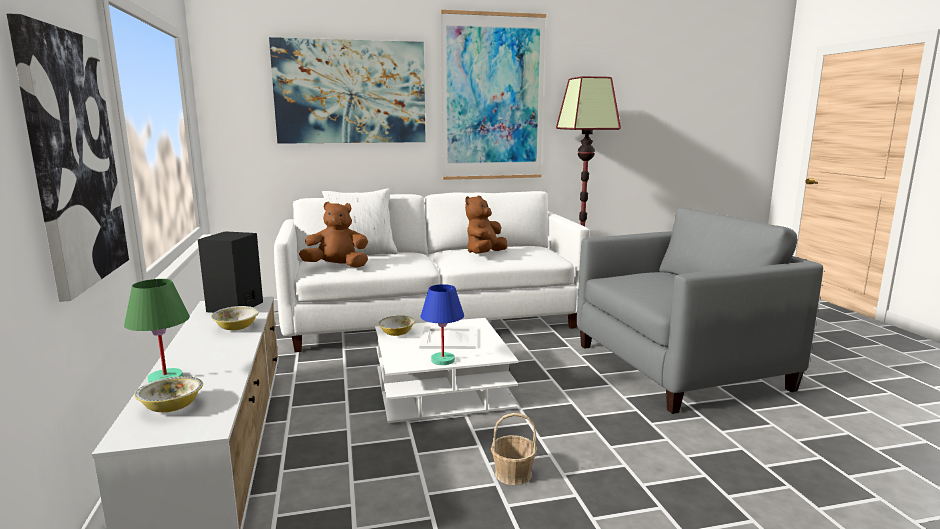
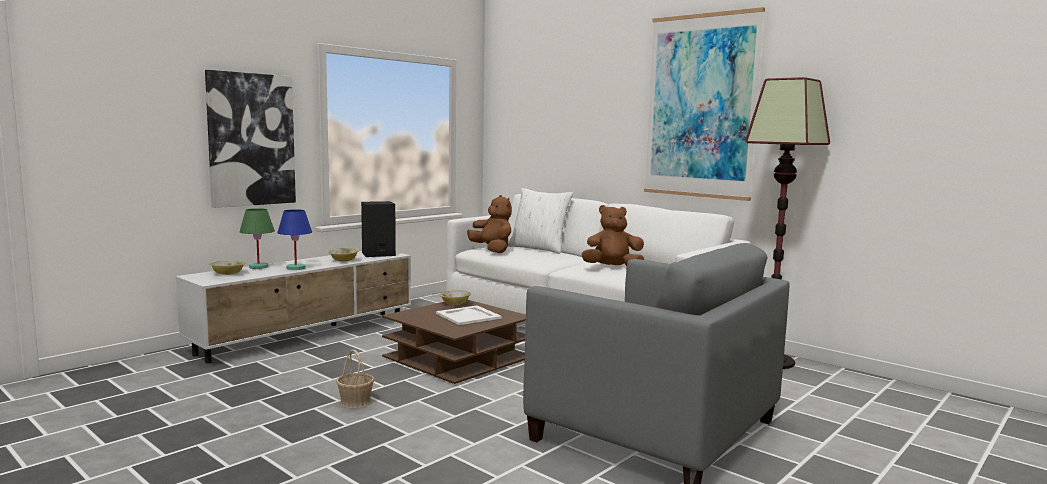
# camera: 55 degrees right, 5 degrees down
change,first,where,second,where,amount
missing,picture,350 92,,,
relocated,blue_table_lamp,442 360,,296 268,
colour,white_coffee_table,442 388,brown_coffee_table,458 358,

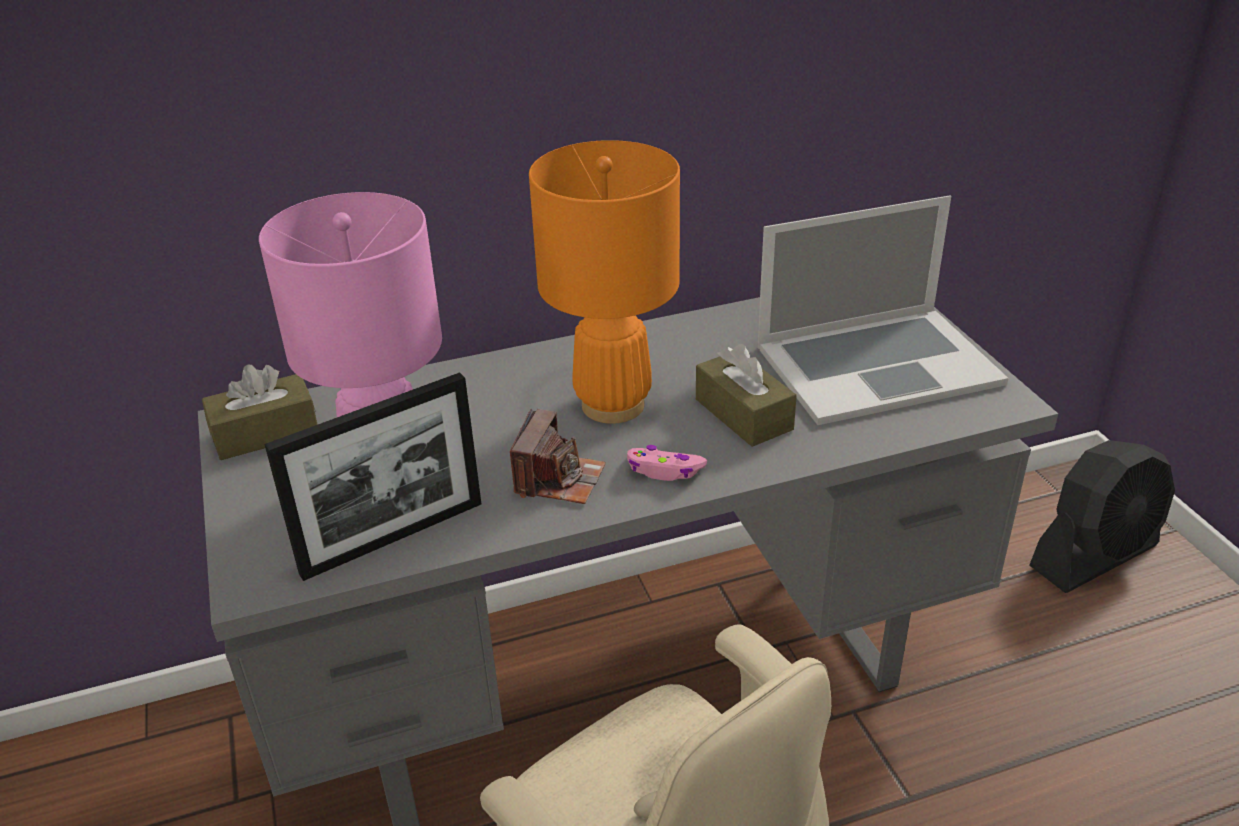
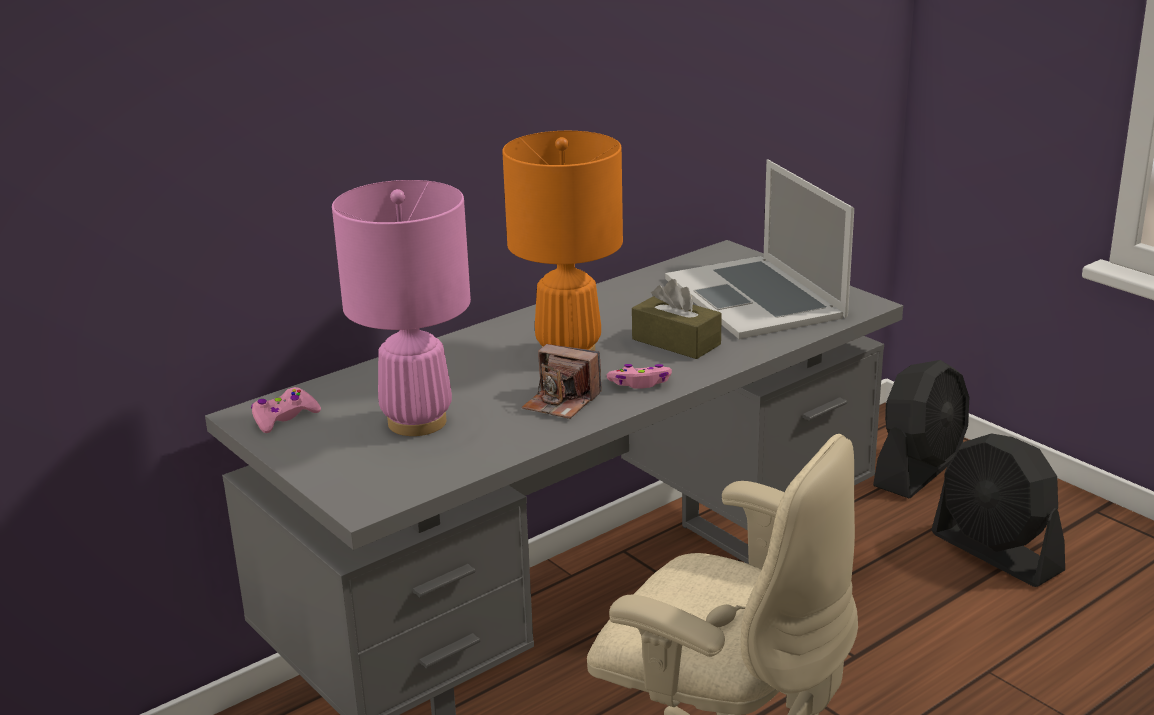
# camera: 20 degrees left, 10 degrees down
change,first,where,second,where,amount
spun,laptop,876 364,,755 297,105 degrees clockwise
exchanged,brown_tissue_box,265 433,pink_game_controller,284 418,
missing,picture_frame,393 538,,,
spun,photo_camera,558 479,,561 402,120 degrees clockwise
appeared,,,black_fan,996 553,

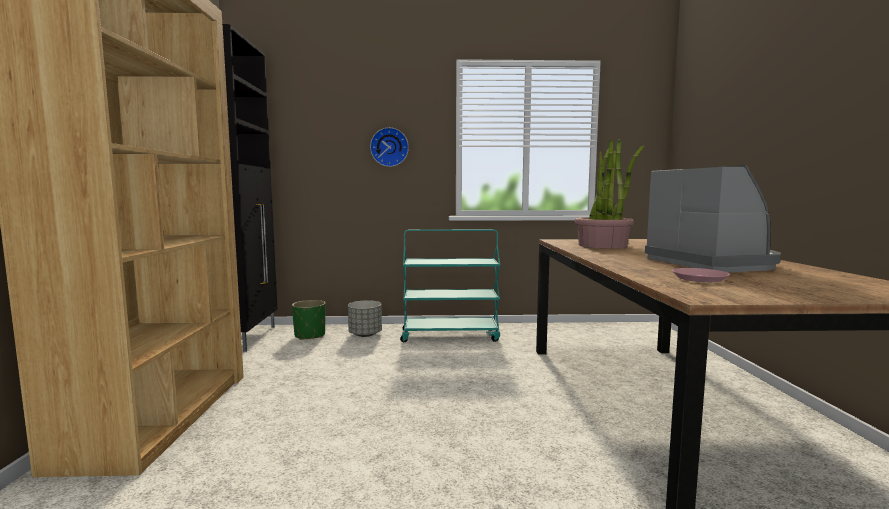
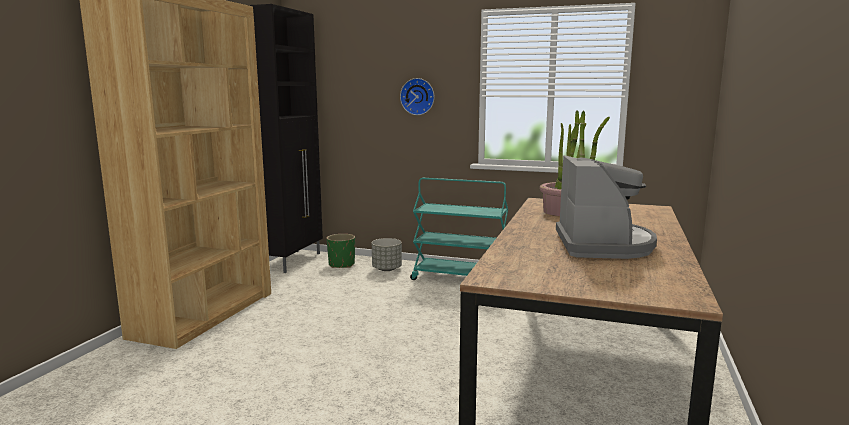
# camera: 20 degrees right, 5 degrees up
change,first,where,second,where,amount
missing,pink_plate,699 278,,,

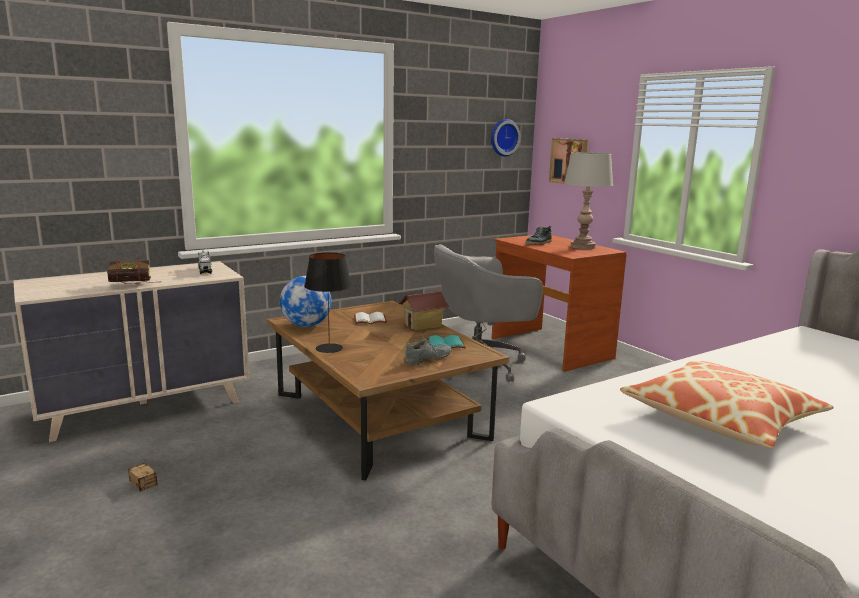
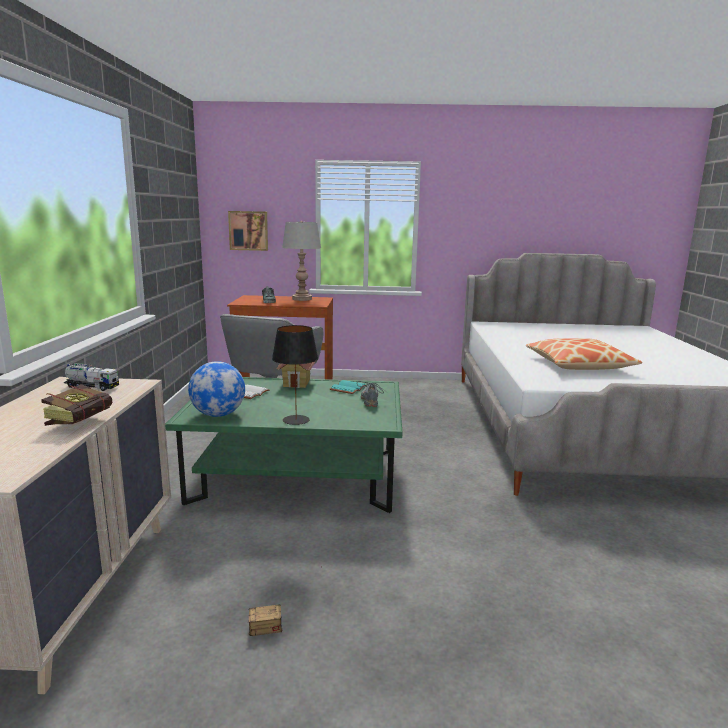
# camera: 55 degrees left, 0 degrees up
change,first,where,second,where,amount
missing,wall_clock,503 137,,,
colour,brown_coffee_table,378 416,green_coffee_table,296 475,

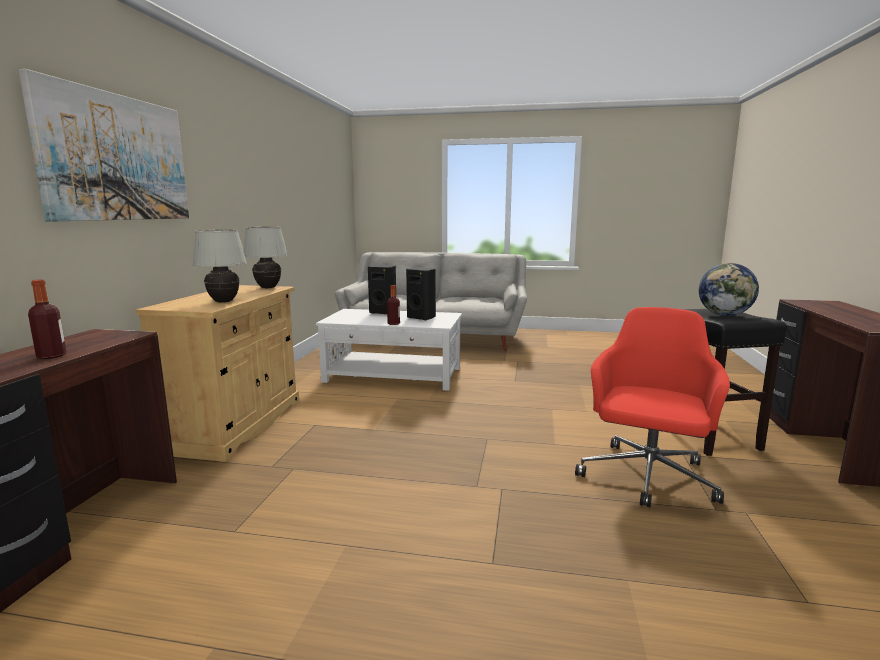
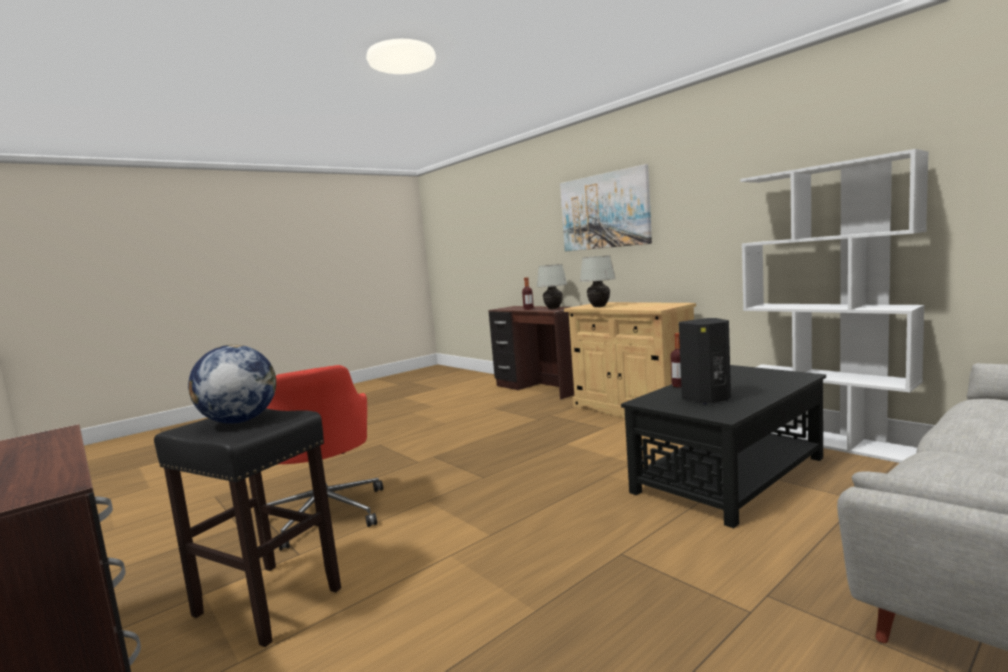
# camera: 130 degrees right, 5 degrees down
change,first,where,second,where,amount
relocated,white_table_lamp,268 288,,553 309,
missing,black_speaker,384 312,,,
colour,white_coffee_table,394 375,black_coffee_table,728 475,
appeared,,,white_bookcase,827 441,

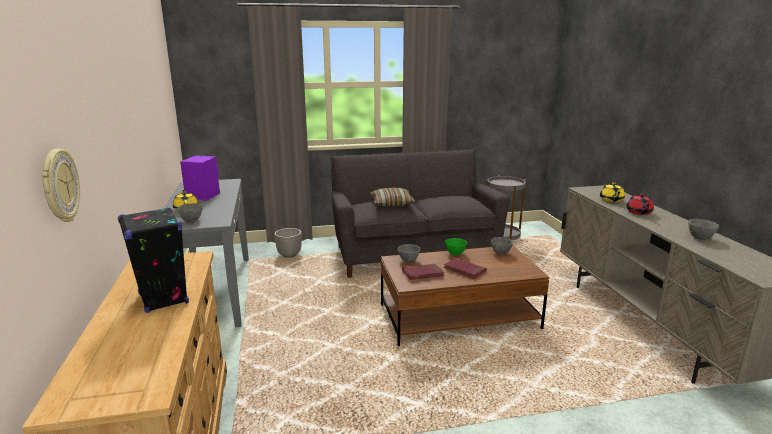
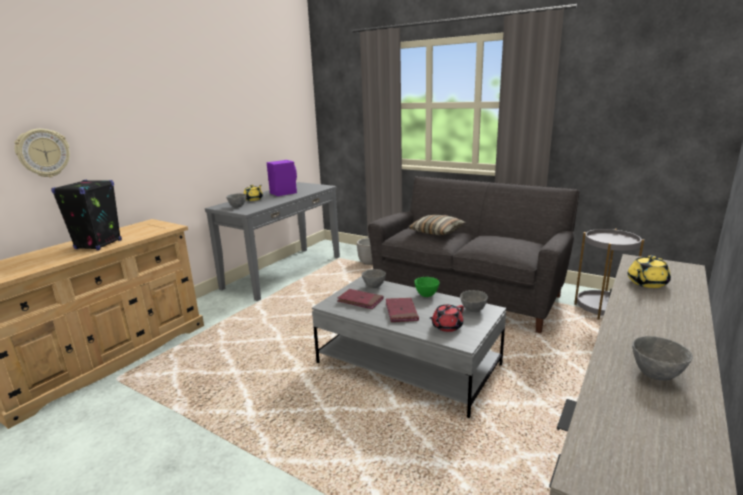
# camera: 45 degrees right, 0 degrees up
change,first,where,second,where,amount
relocated,red_teapot,639 212,,446 326,
colour,brown_coffee_table,458 316,grey_coffee_table,408 364,

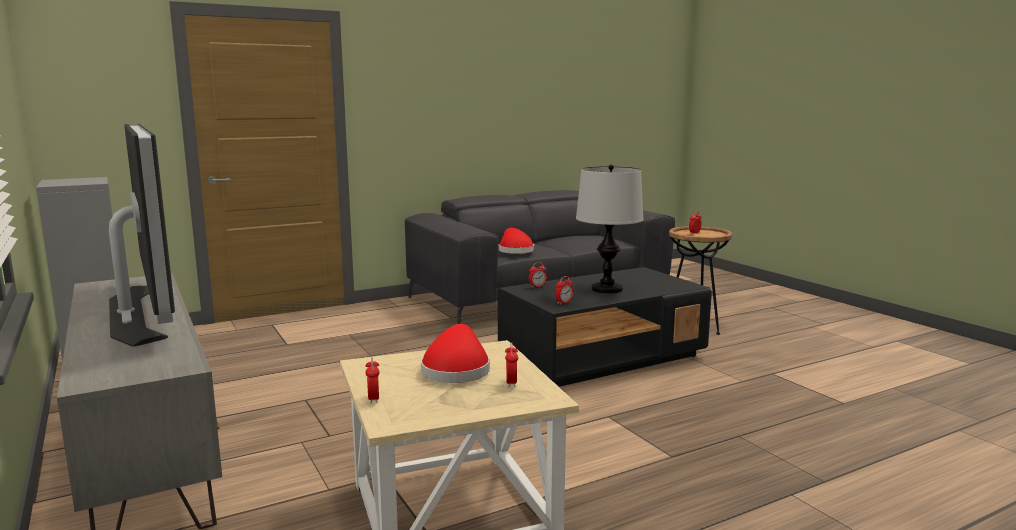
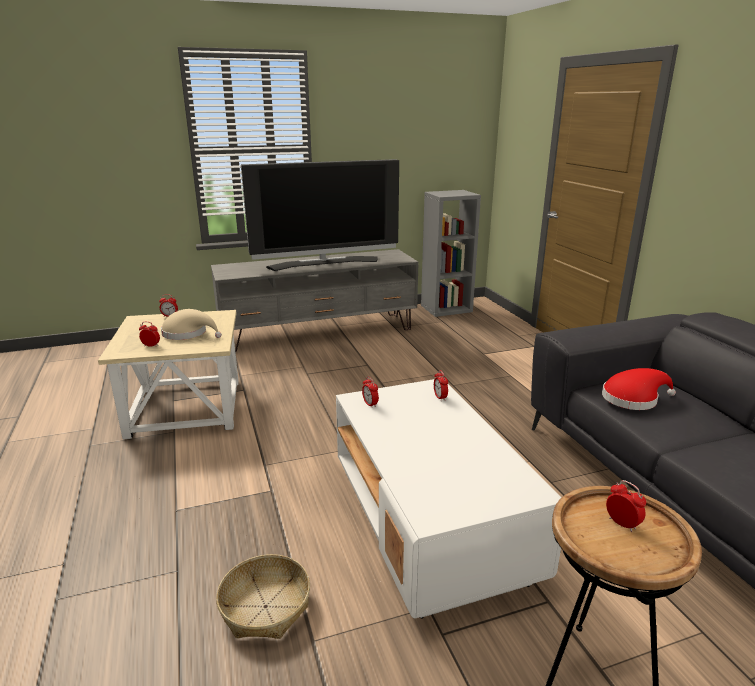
# camera: 100 degrees right, 10 degrees up
change,first,where,second,where,amount
missing,table_lamp,606 289,,,
colour,black_coffee_table,602 357,white_coffee_table,430 519,
colour,red_hat,456 370,beige_hat,188 333,
appeared,,,basket,265 607,

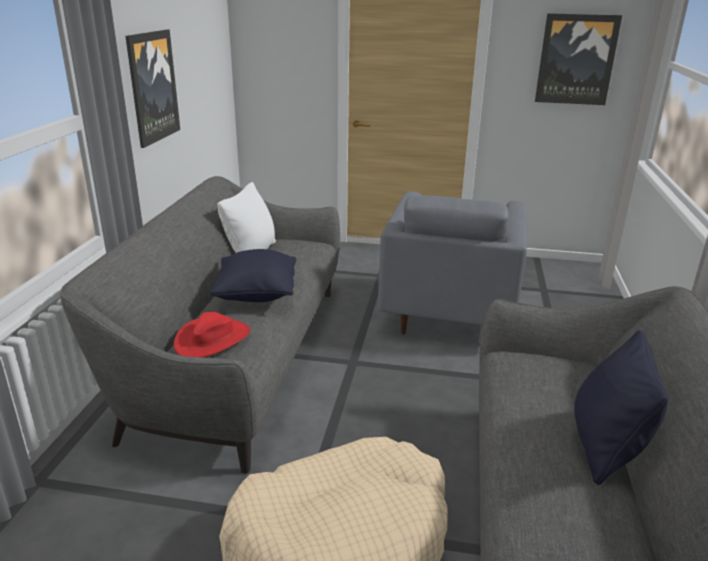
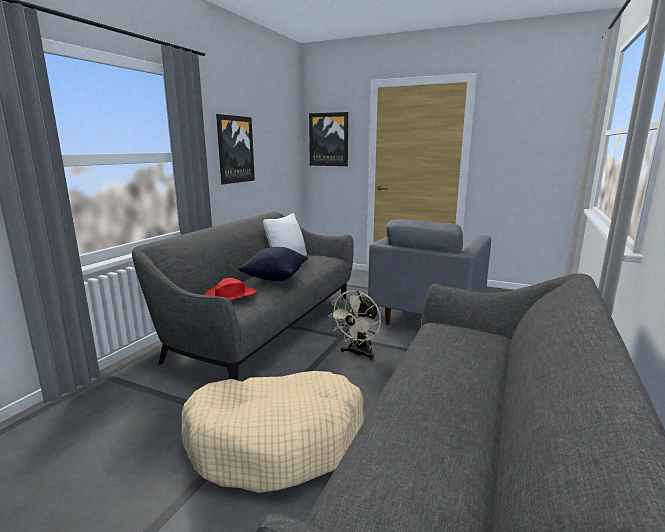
# camera: 15 degrees right, 10 degrees down
change,first,where,second,where,amount
relocated,picture,576 59,,329 139,
missing,black_pillow,606 446,,,
appeared,,,beige_fan,358 354,

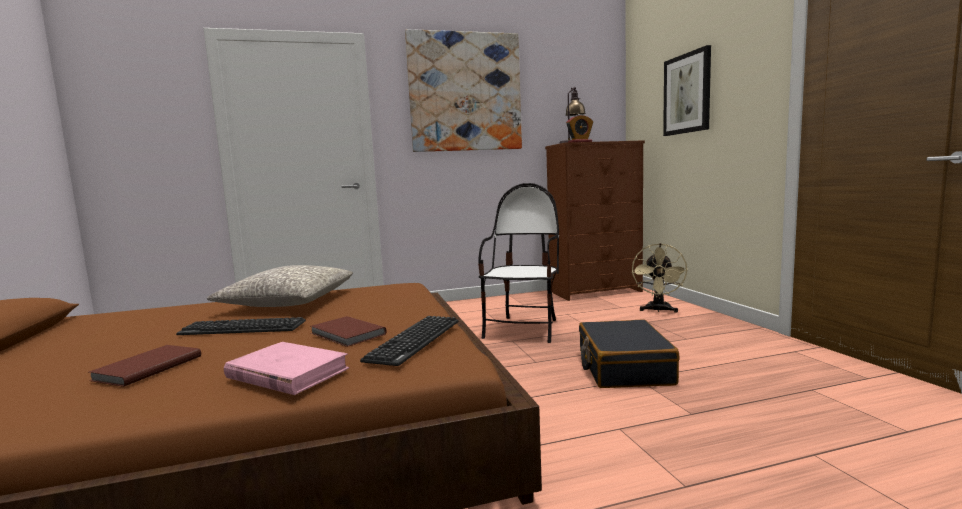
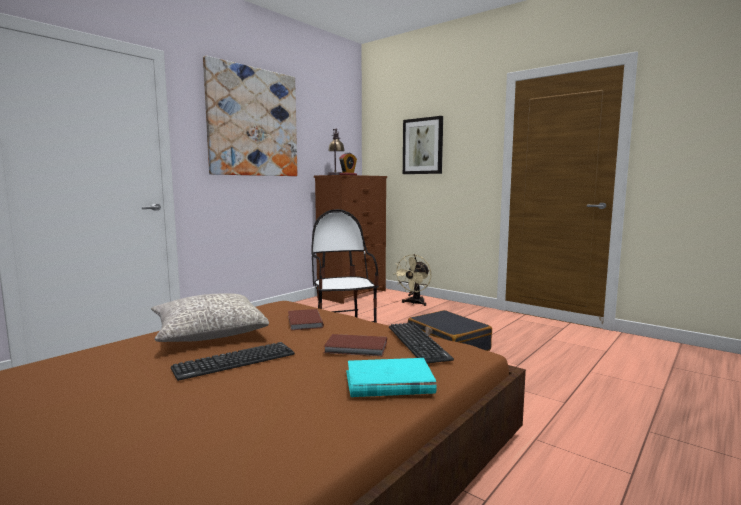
# camera: 35 degrees left, 0 degrees up
change,first,where,second,where,amount
spun,beige_fan,658 310,,414 303,45 degrees clockwise
colour,pink_book,287 373,turquoise_book,388 382,
relocated,brown_book,146 368,,303 322,

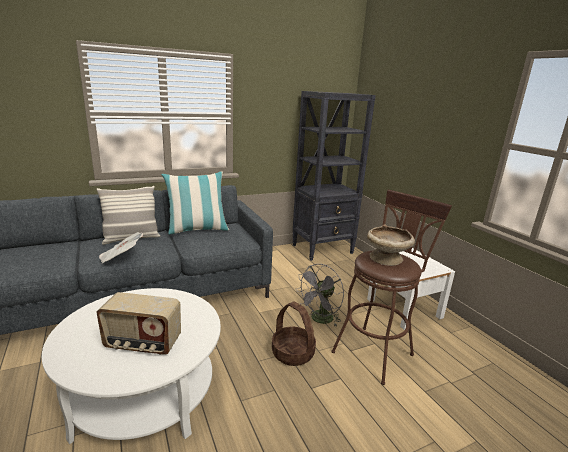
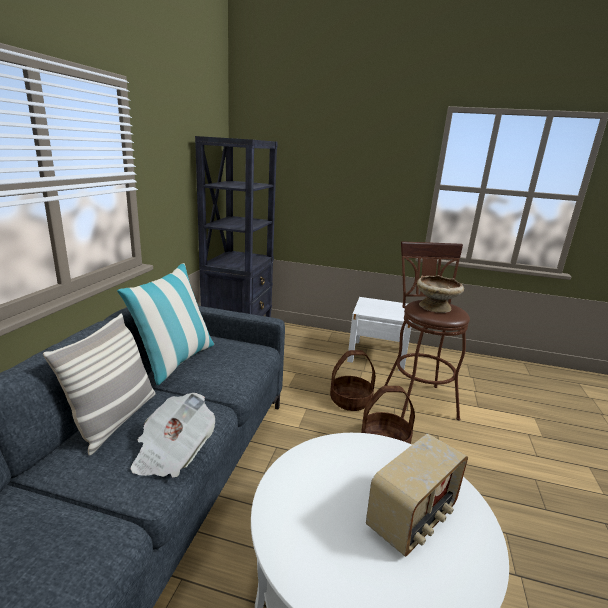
# camera: 50 degrees left, 0 degrees up
change,first,where,second,where,amount
exchanged,grey_fan,319 320,basket,350 400,

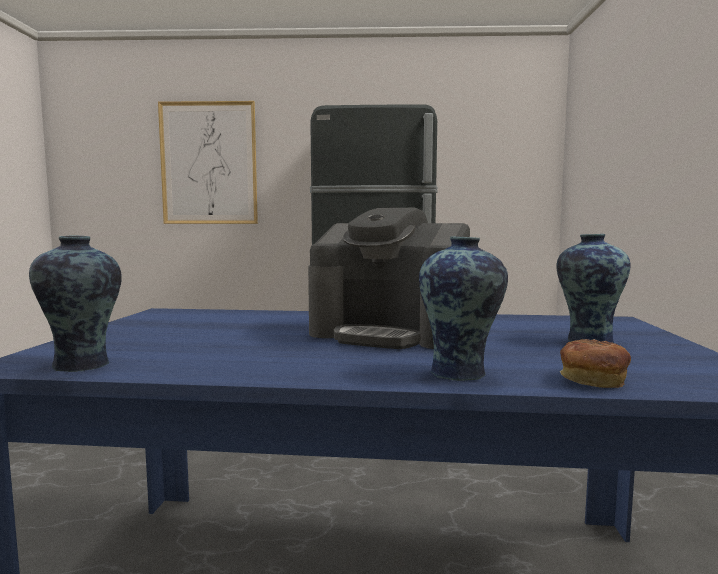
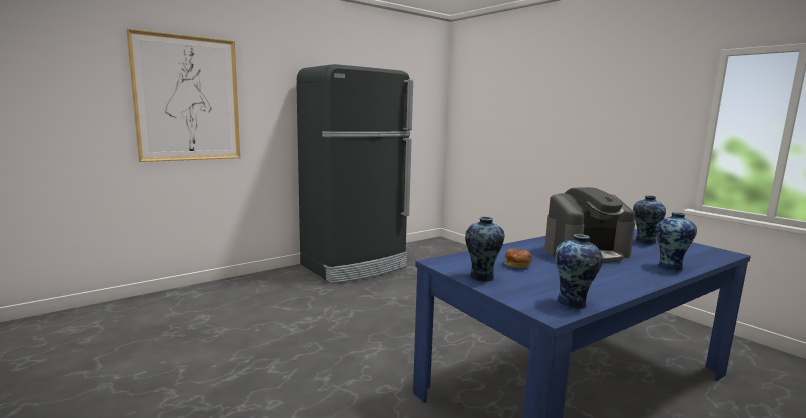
# camera: 40 degrees left, 5 degrees up
change,first,where,second,where,amount
relocated,bread,592 380,,517 265,
appeared,,,vase,481 278,

